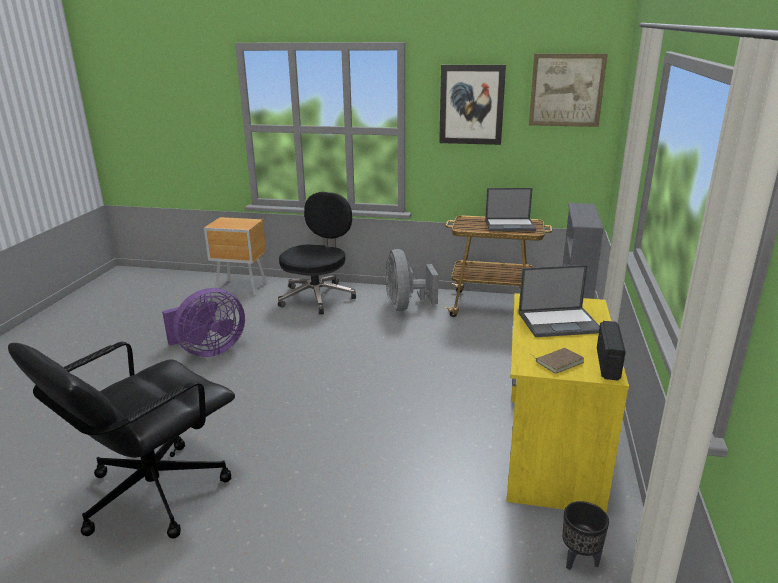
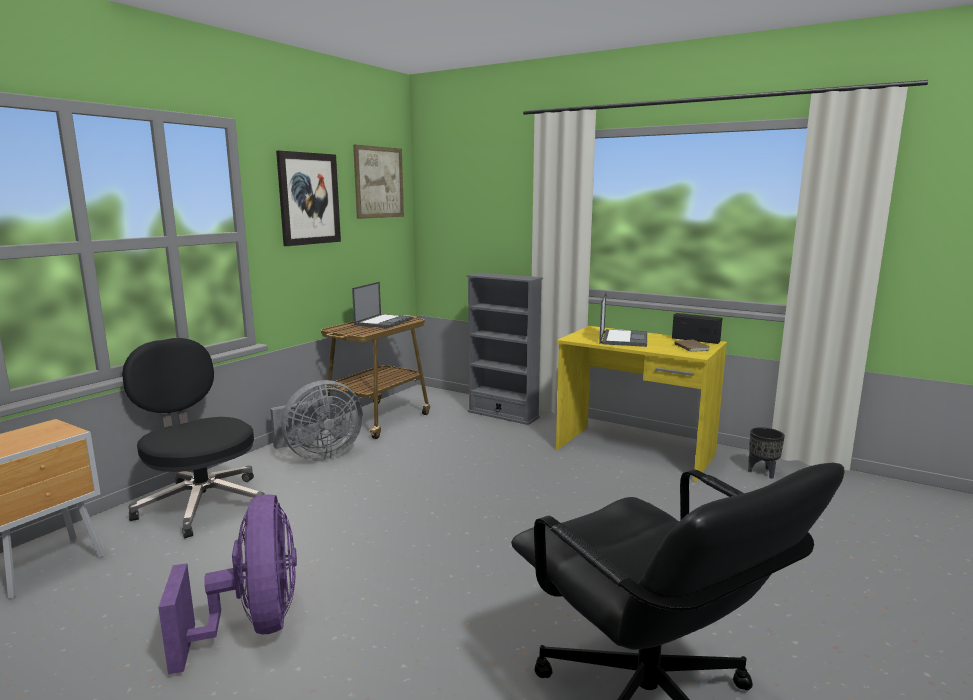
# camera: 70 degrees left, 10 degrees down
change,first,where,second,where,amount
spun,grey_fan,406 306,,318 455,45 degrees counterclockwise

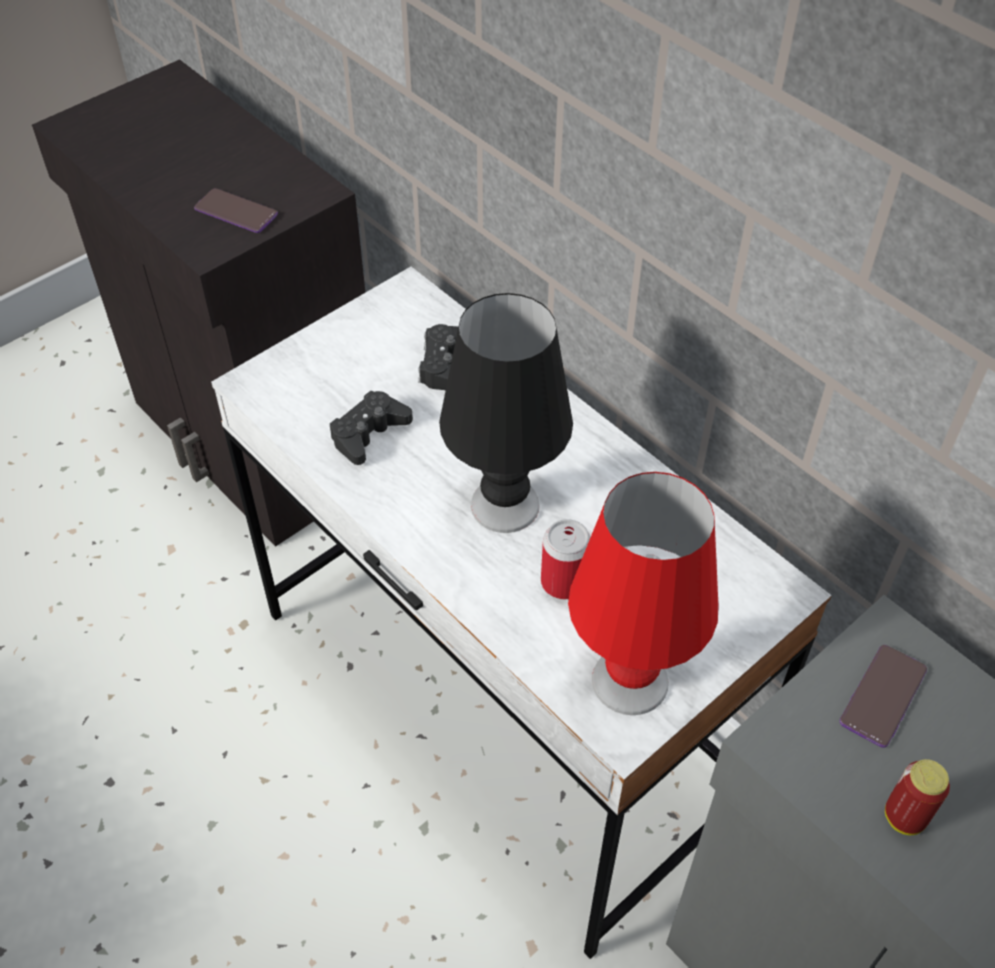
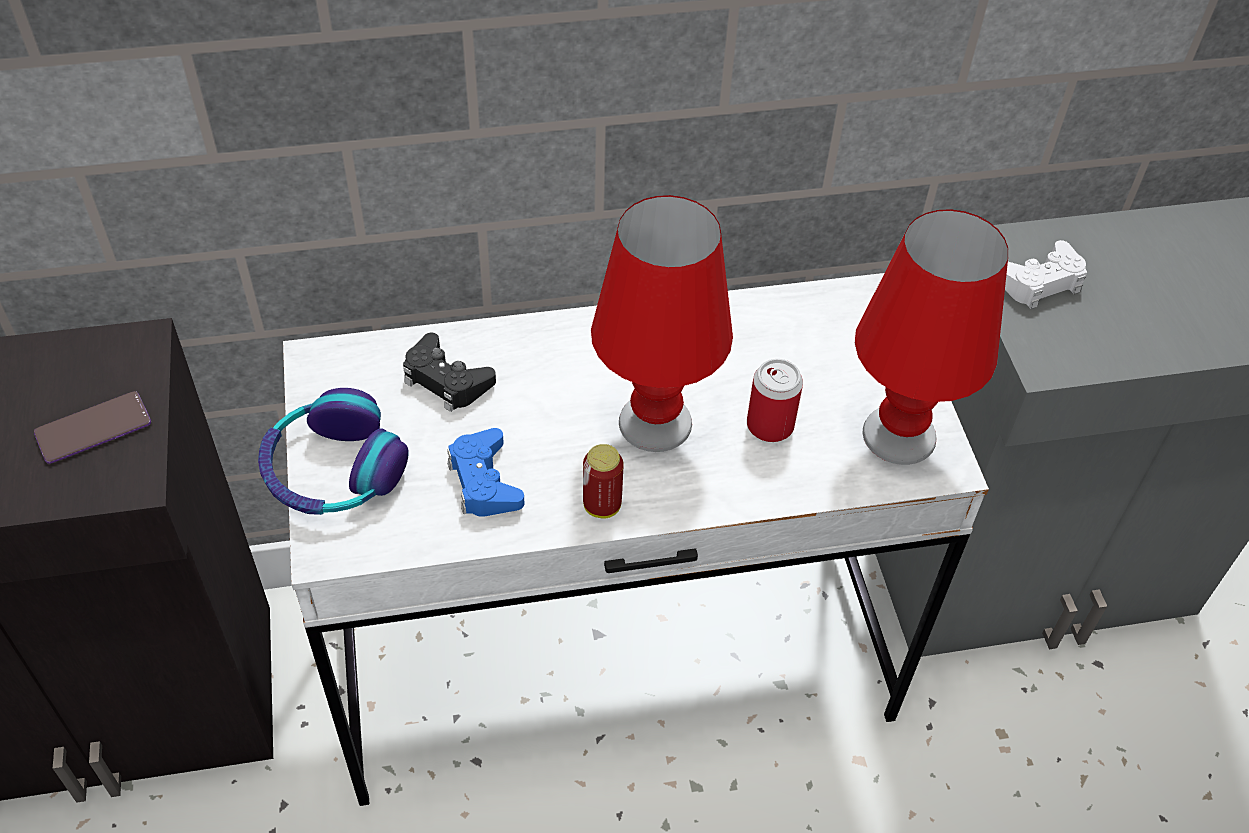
# camera: 60 degrees left, 0 degrees up
change,first,where,second,where,amount
colour,black_table_lamp,504 505,red_table_lamp,655 423,
colour,black_game_controller,369 433,blue_game_controller,484 481,
exchanged,phone,883 696,white_game_controller,1039 282,
relocated,can,904 817,,602 506,
appeared,,,headphones,333 470,

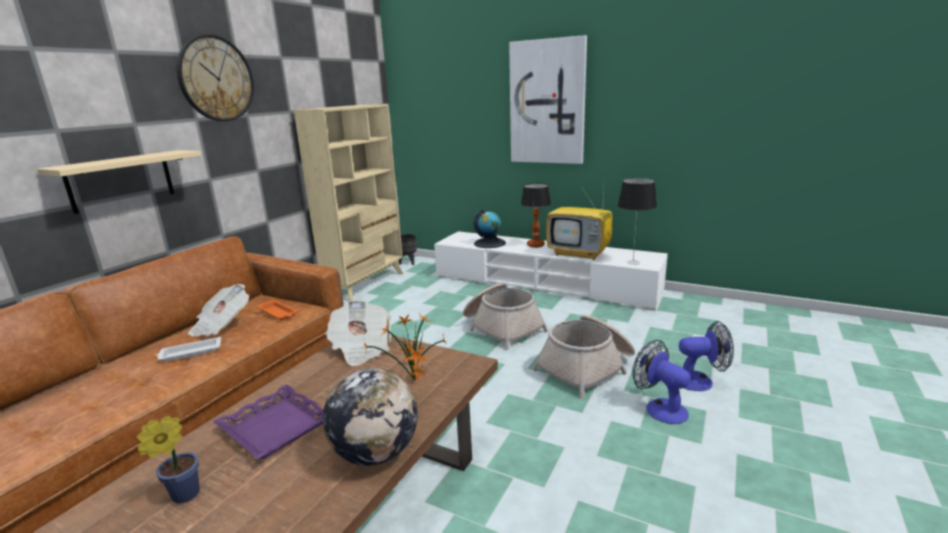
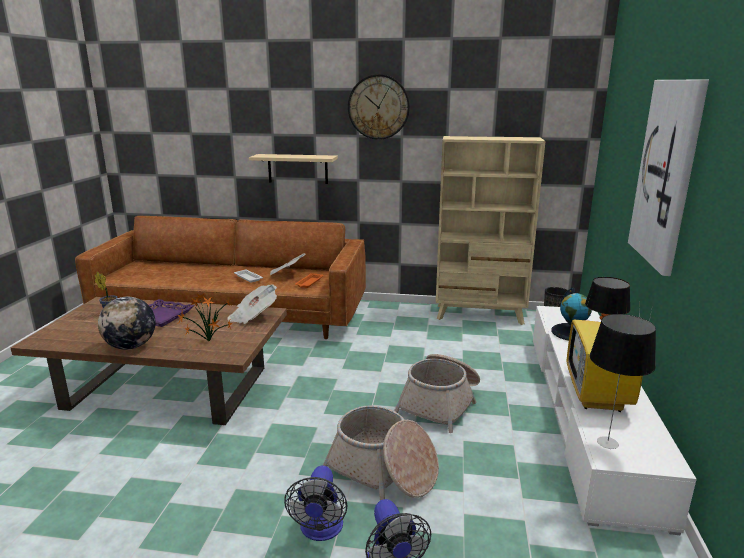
# camera: 70 degrees right, 0 degrees up
change,first,where,second,where,amount
spun,fan,660 408,,320 530,150 degrees clockwise

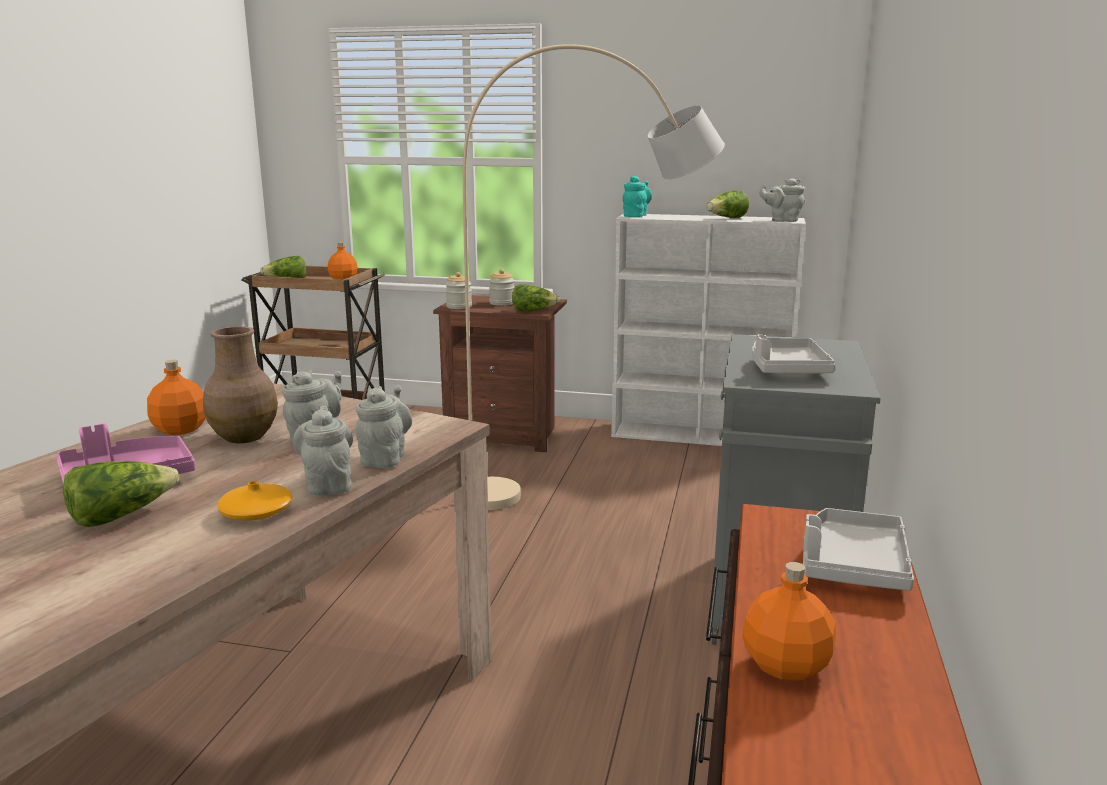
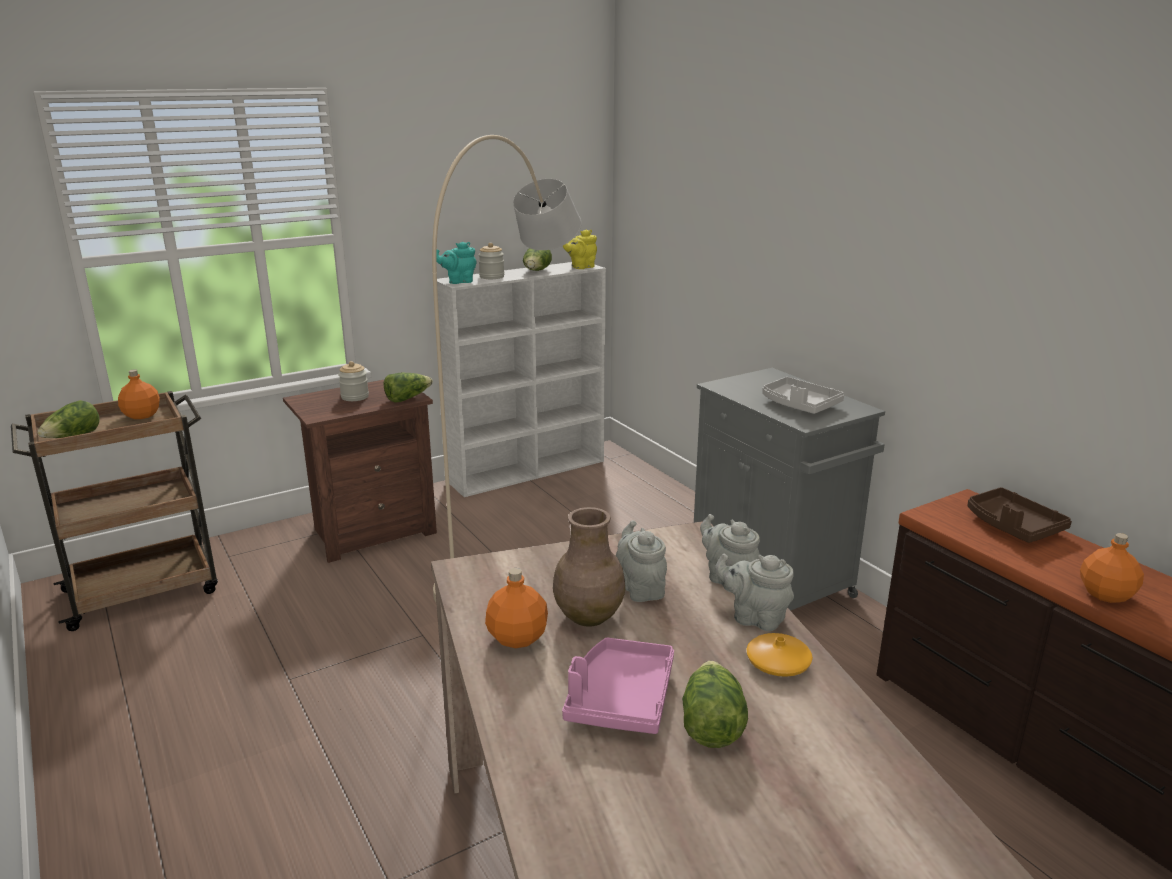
# camera: 45 degrees left, 5 degrees up
change,first,where,second,where,amount
spun,turquoise_teapot,636 216,,458 281,90 degrees counterclockwise
colour,grey_teapot,782 220,yellow_teapot,581 267,
relocated,jar,459 307,,492 277,
colour,grey_tray,852 565,brown_tray,1012 526,

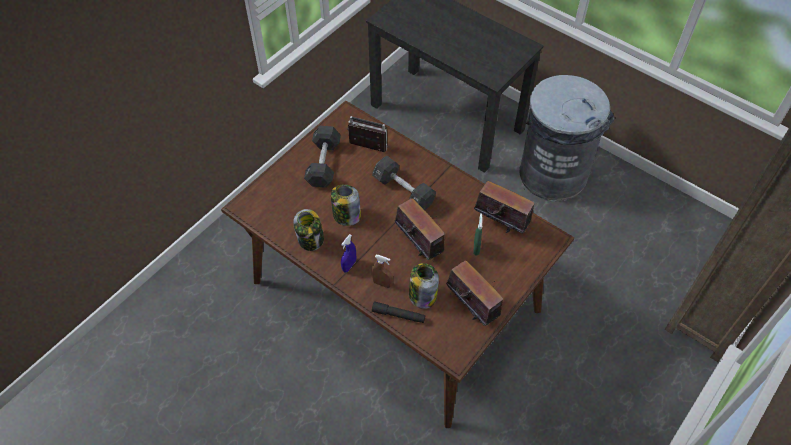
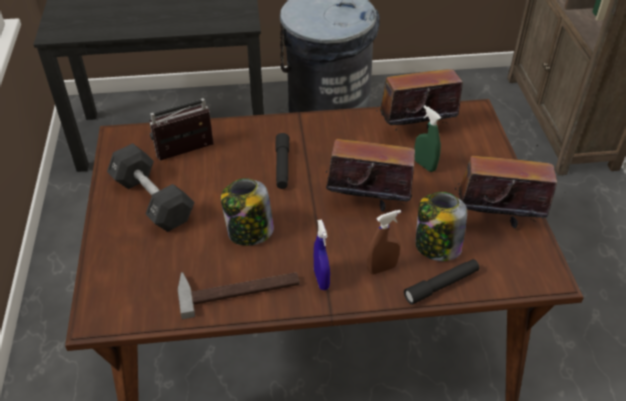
# camera: 45 degrees left, 10 degrees down
change,first,where,second,where,amount
exchanged,black_dumbbell,403 191,black_flashlight,282 166,
exchanged,jar,311 239,hammer,239 287,

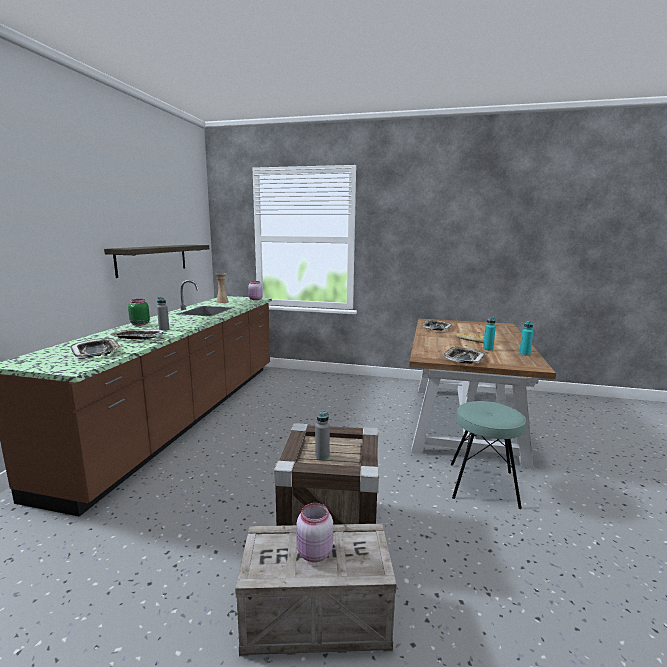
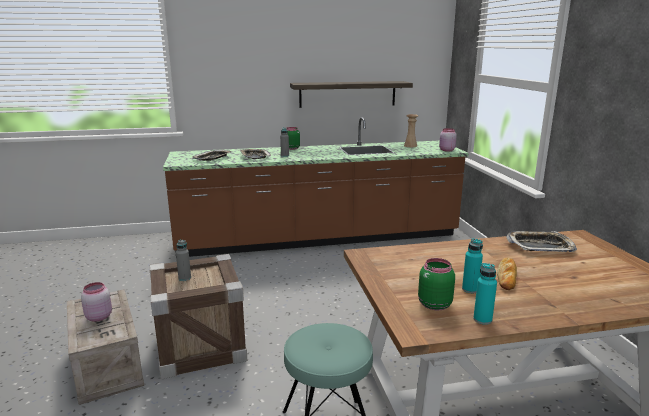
# camera: 65 degrees right, 5 degrees up
change,first,where,second,where,amount
missing,tray,463 359,,,
appeared,,,green_jar,433 304,

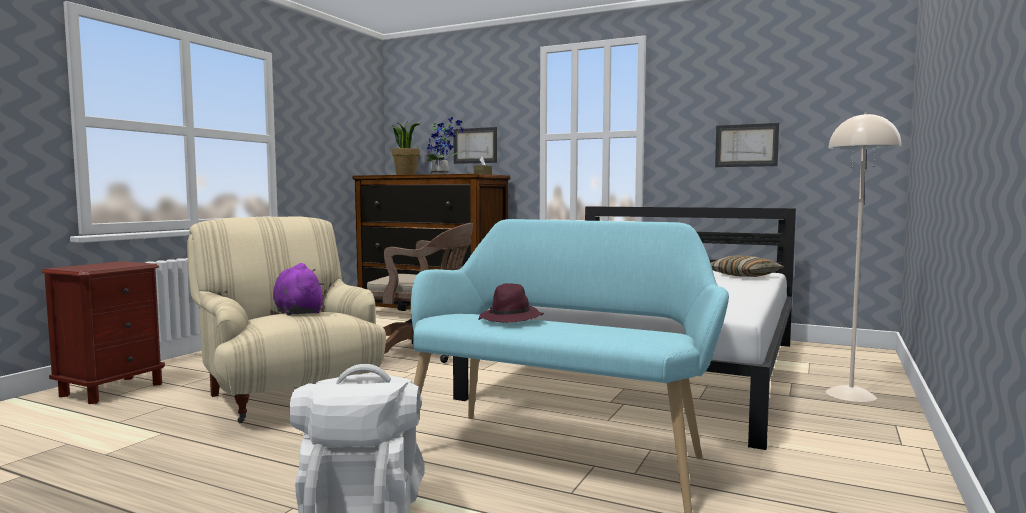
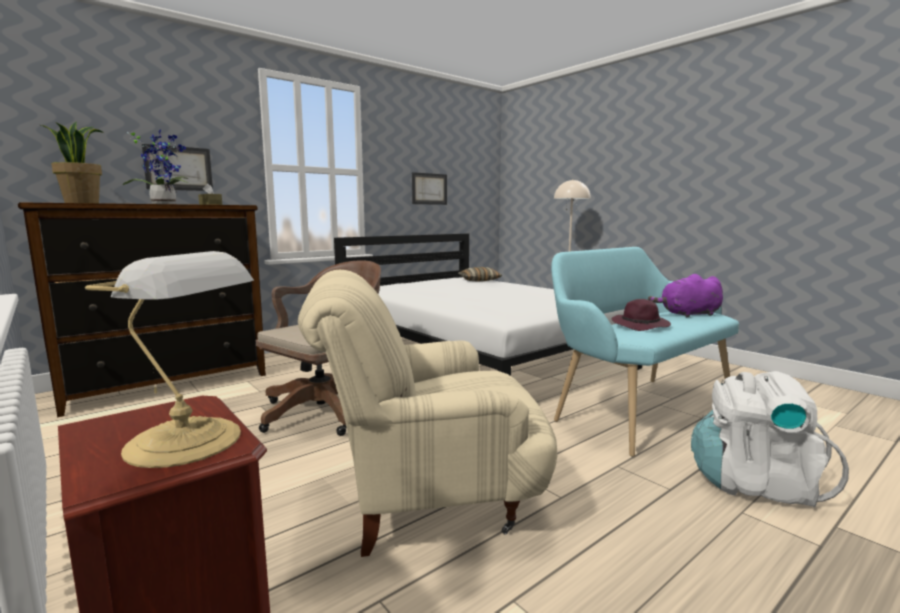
# camera: 65 degrees left, 5 degrees up
change,first,where,second,where,amount
relocated,purple_plush_toy,298 312,,688 314,
appeared,,,table_lamp,190 441,

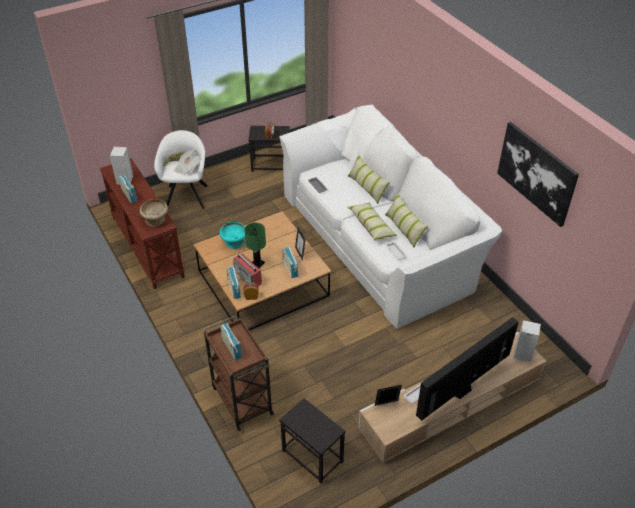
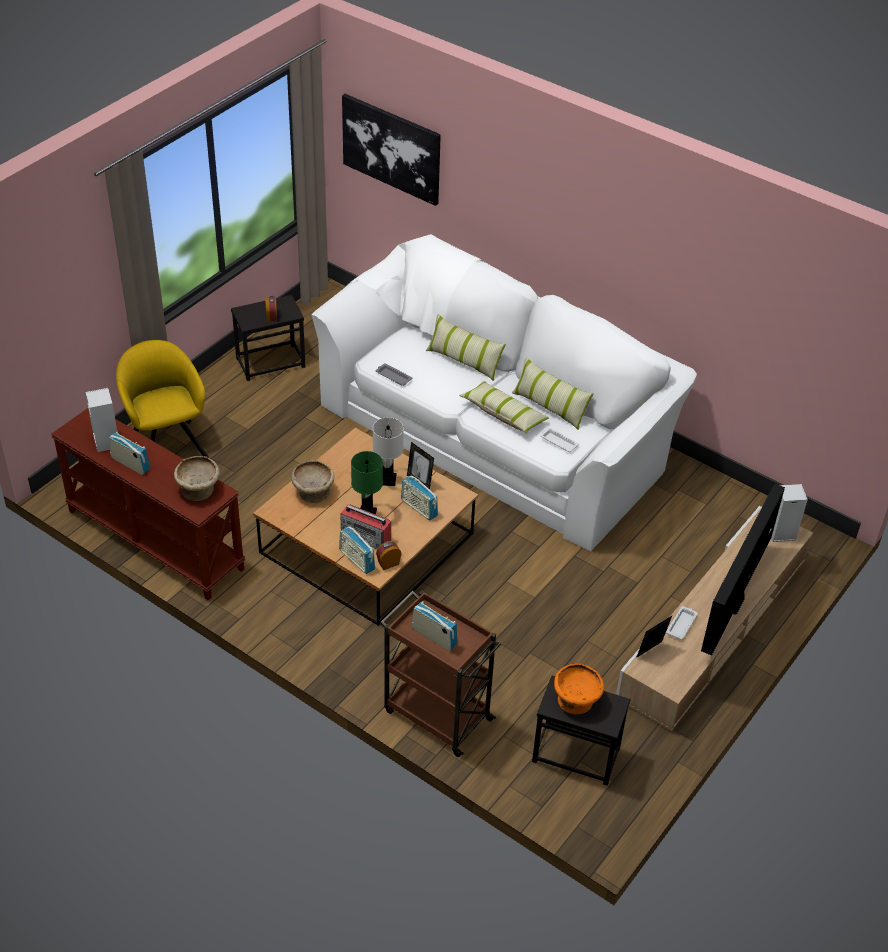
# camera: 25 degrees left, 0 degrees up
change,first,where,second,where,amount
relocated,picture,536 173,,391 148,
colour,white_armchair,186 194,yellow_armchair,167 443,
missing,newspaper,187 168,,,
colour,turquoise_bowl,234 242,beige_bowl,313 492,
appeared,,,white_table_lamp,388 480,
appeared,,,orange_bowl,576 700,

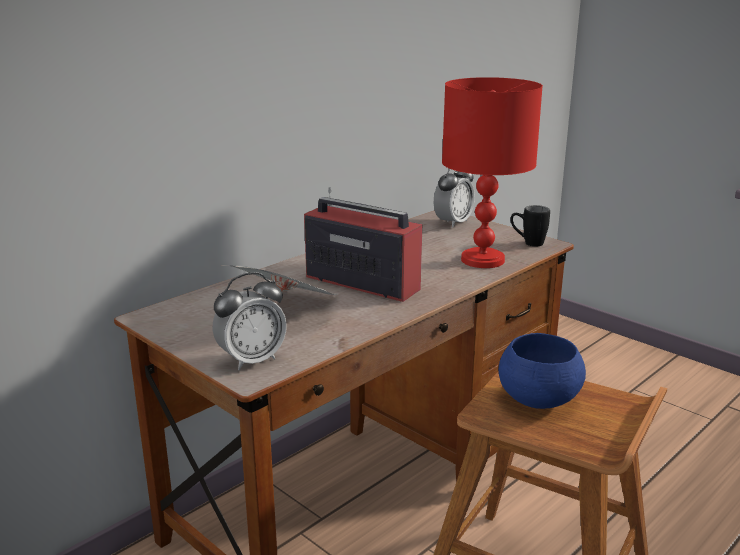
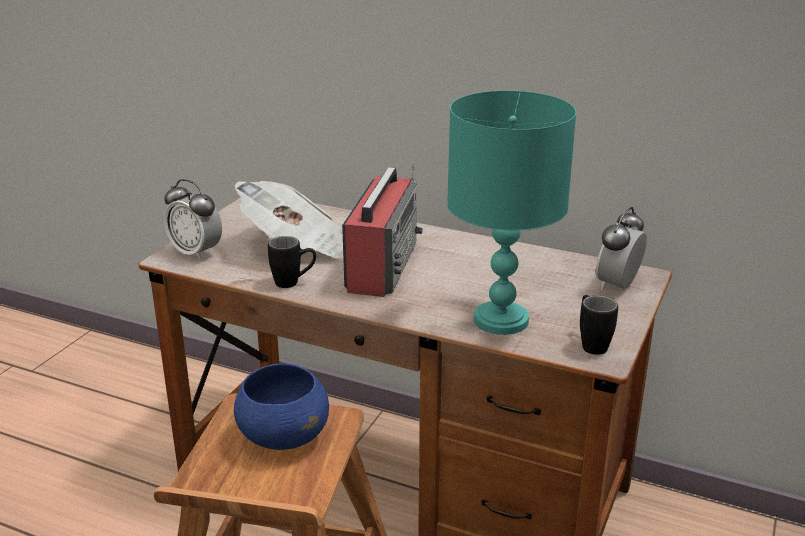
# camera: 70 degrees right, 5 degrees up
change,first,where,second,where,amount
colour,red_table_lamp,483 260,turquoise_table_lamp,500 320,
spun,alarm_clock,453 223,,617 285,105 degrees clockwise
appeared,,,black_mug,294 283,

